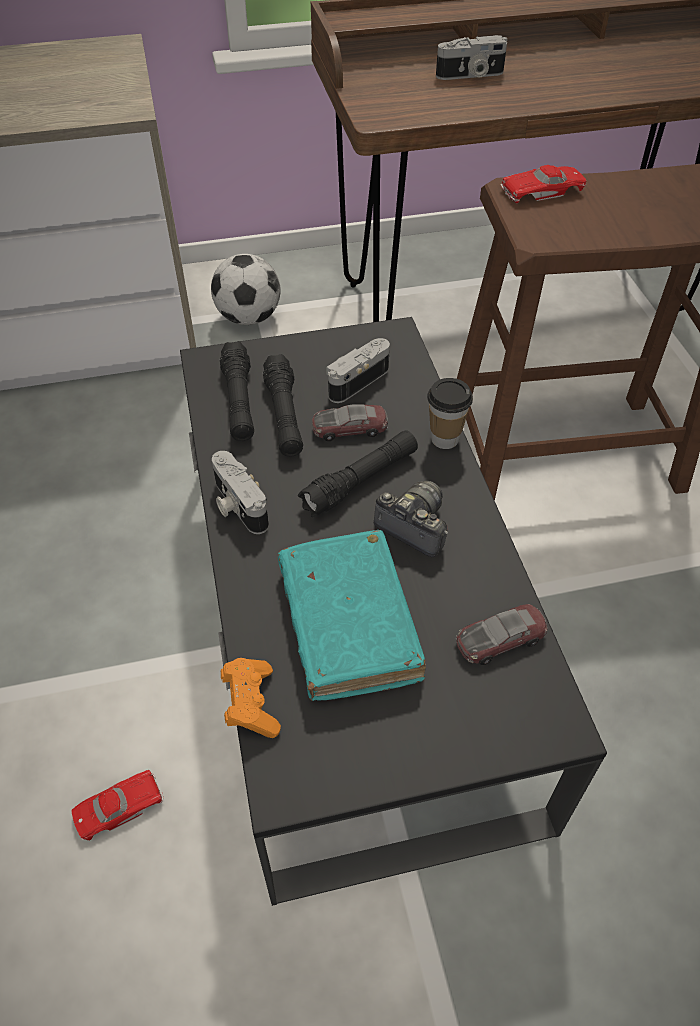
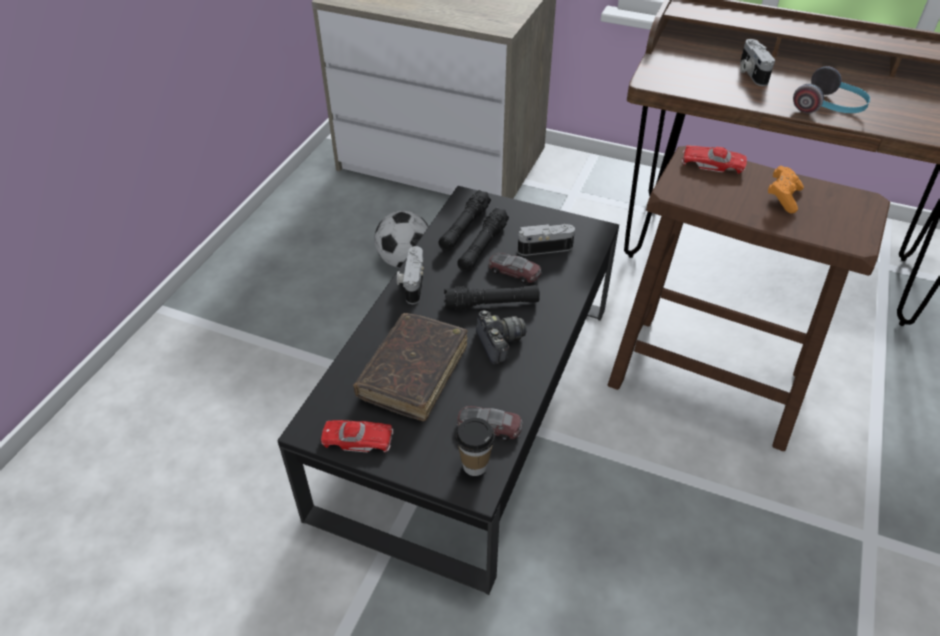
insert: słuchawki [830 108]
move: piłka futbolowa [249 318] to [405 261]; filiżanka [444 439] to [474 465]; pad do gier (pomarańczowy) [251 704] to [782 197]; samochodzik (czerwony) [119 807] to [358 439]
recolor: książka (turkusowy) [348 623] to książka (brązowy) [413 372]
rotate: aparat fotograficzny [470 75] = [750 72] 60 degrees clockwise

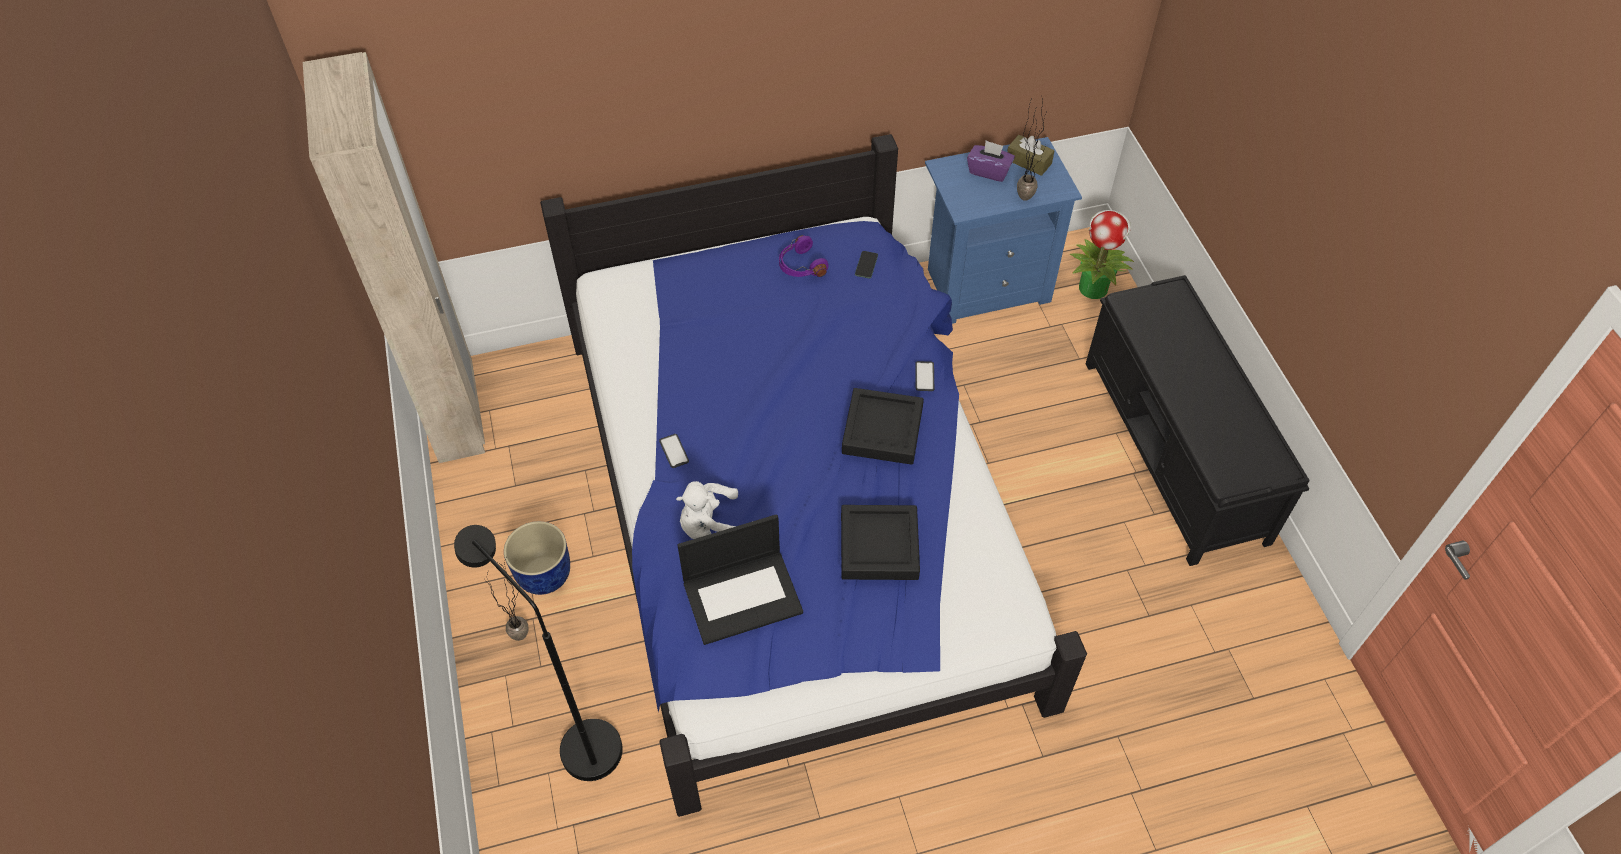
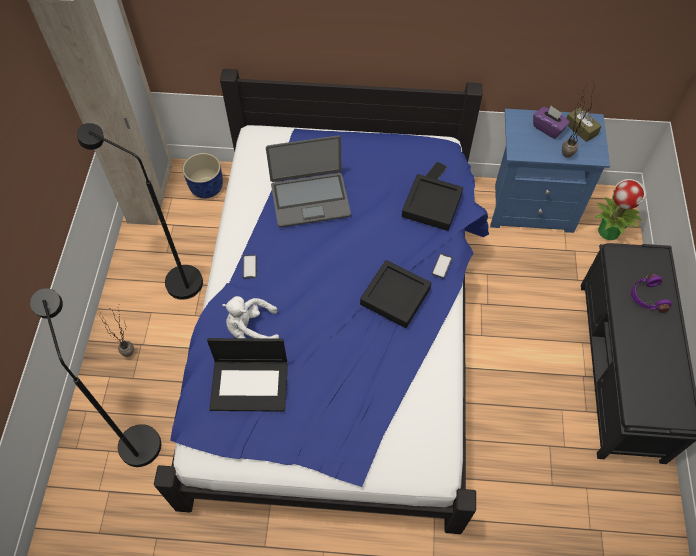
insert: lampa stojąca (czarny) [175 280]; laptop [310 199]
move: słuchawki (fioletowy) [800 266] to [646 297]; taca (czarny) [879 546] to [431 205]; donica (niebieski) [544 573] to [207 187]

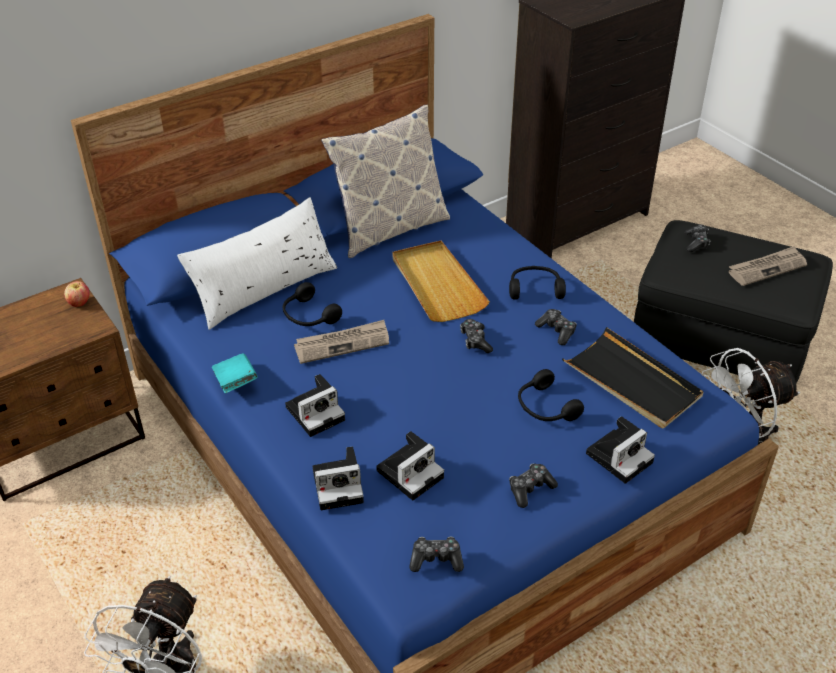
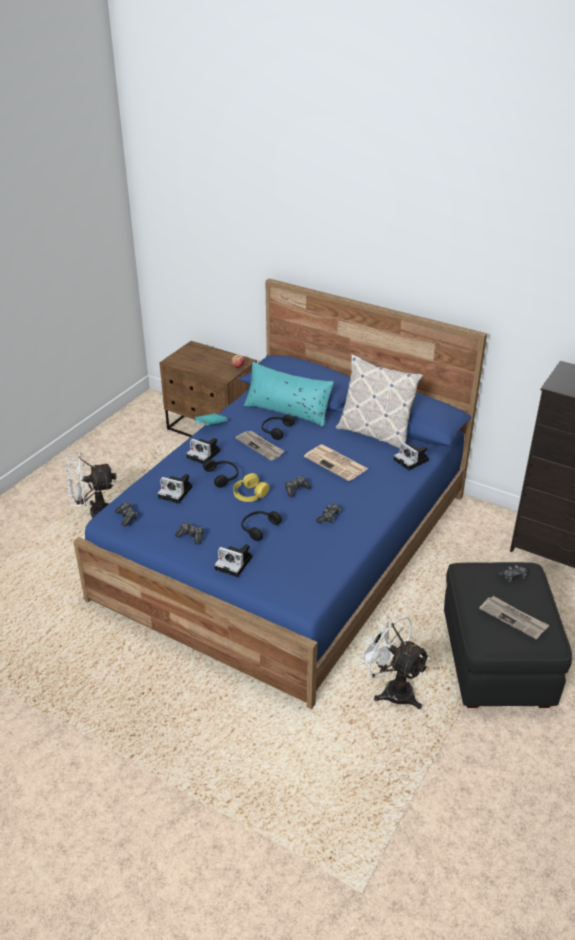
delete: taca (czarny) [632 382]
insert: słuchawki (żółty) [250 493]
move: słuchawki (czarny) [535 289] to [223 476]; aparat fotograficzny [340 485] to [412 460]
replace: taca (beżowy) [437 284] to gazeta [337 463]
recolor: poduszka (biały) [264 288] to poduszka (turkusowy) [287 410]

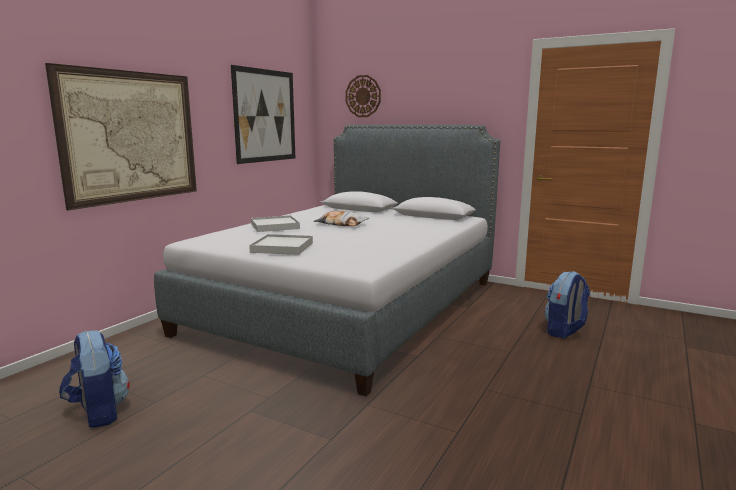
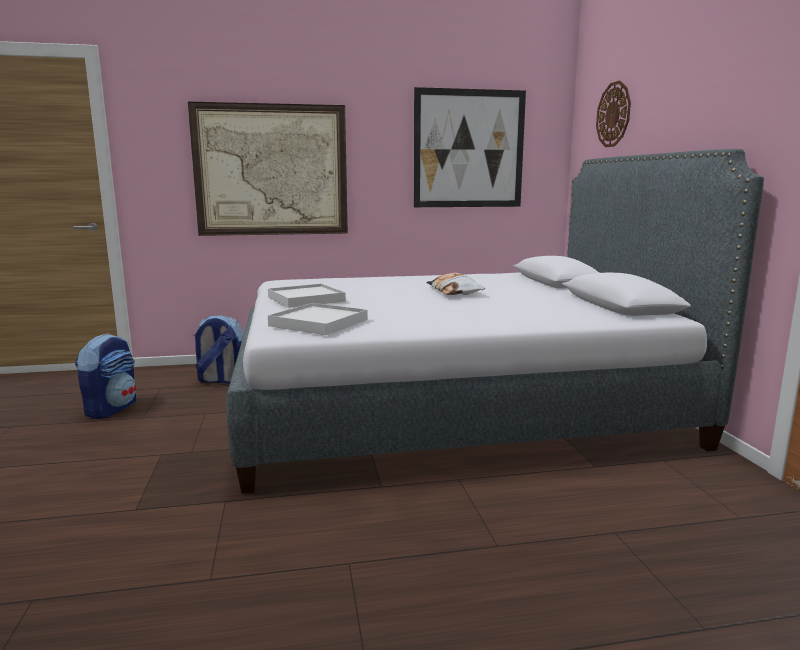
move: taca (biały) [275 226] to [319 323]; plecak [564 331] to [221 380]

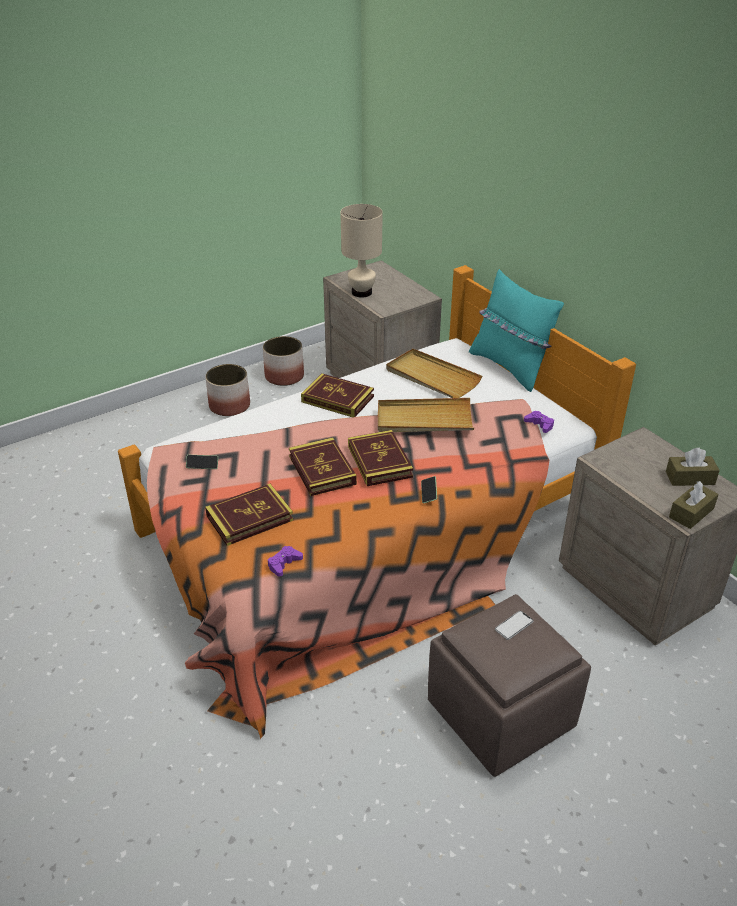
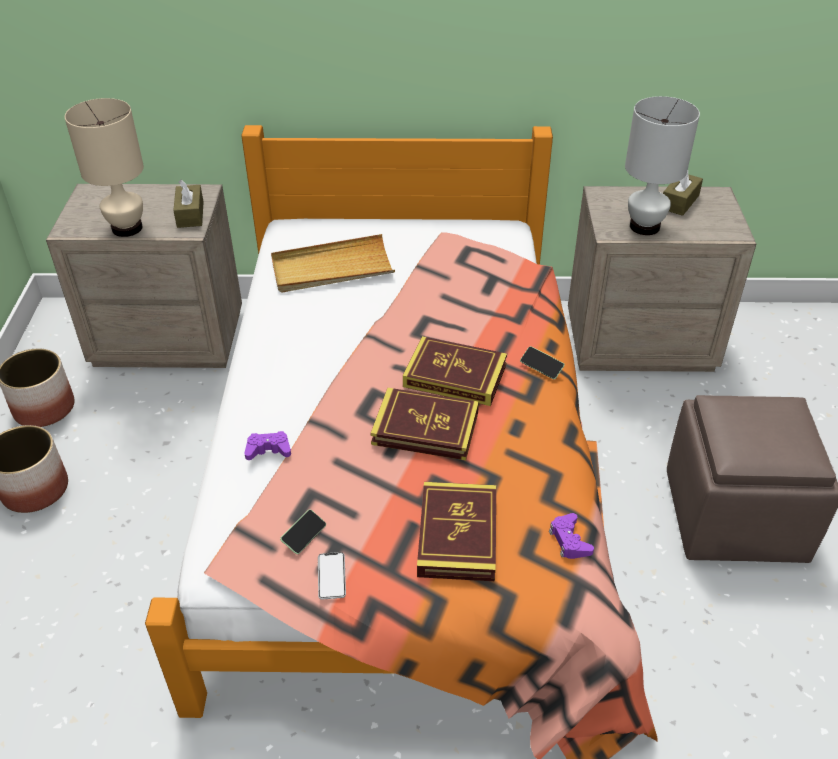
delete: poduszka (turkusowy) [510 367]; książka [337 399]; taca (beżowy) [424 419]
insert: lampa stołowa (biały) [644 226]
move: pad do gier (fioletowy) [539 425] to [268 450]; pudełko chusteczek (brązowy) [691 513] to [190 214]; telefon [514 625] to [331 576]

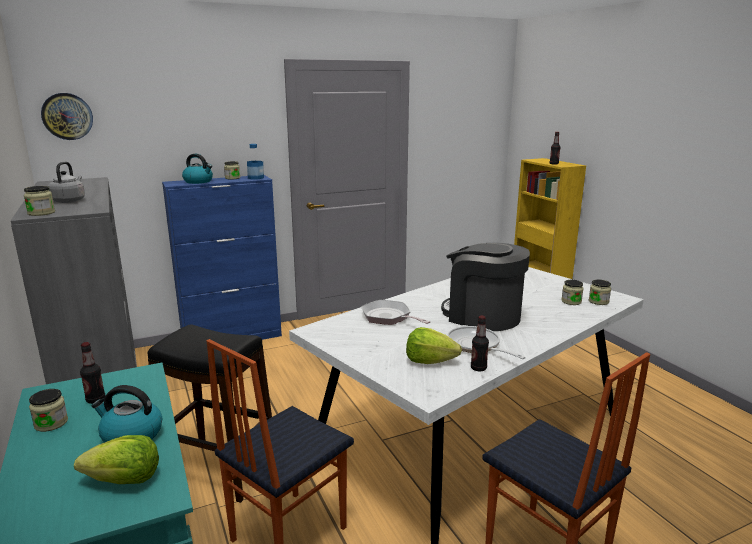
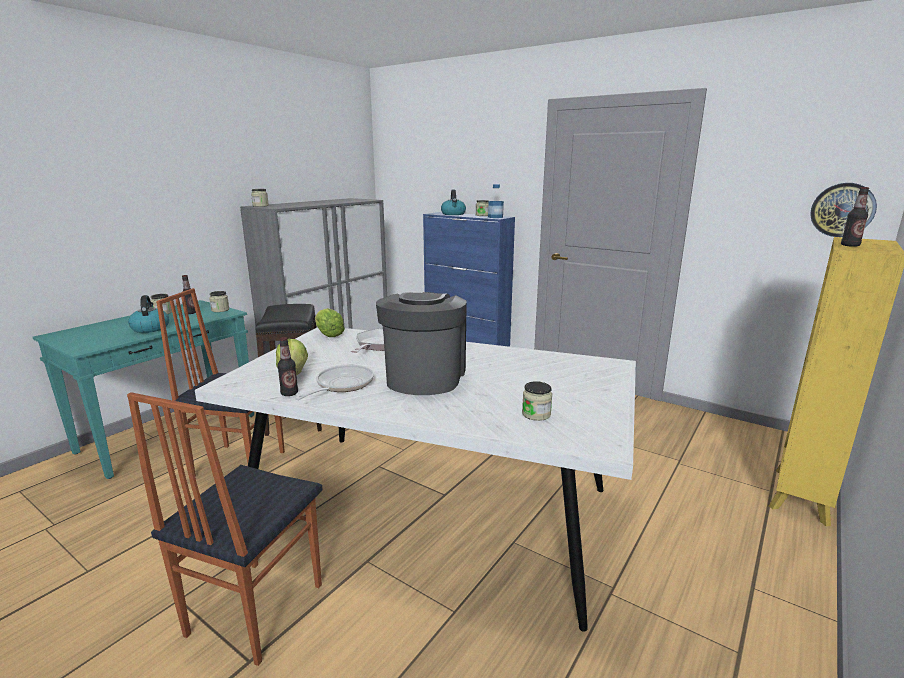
delete: czajnik (szary) [69 201]
move: zegar ścienny [67 116] to [842 210]; słoik [598 301] to [220 310]; sałata [124 480] to [328 334]

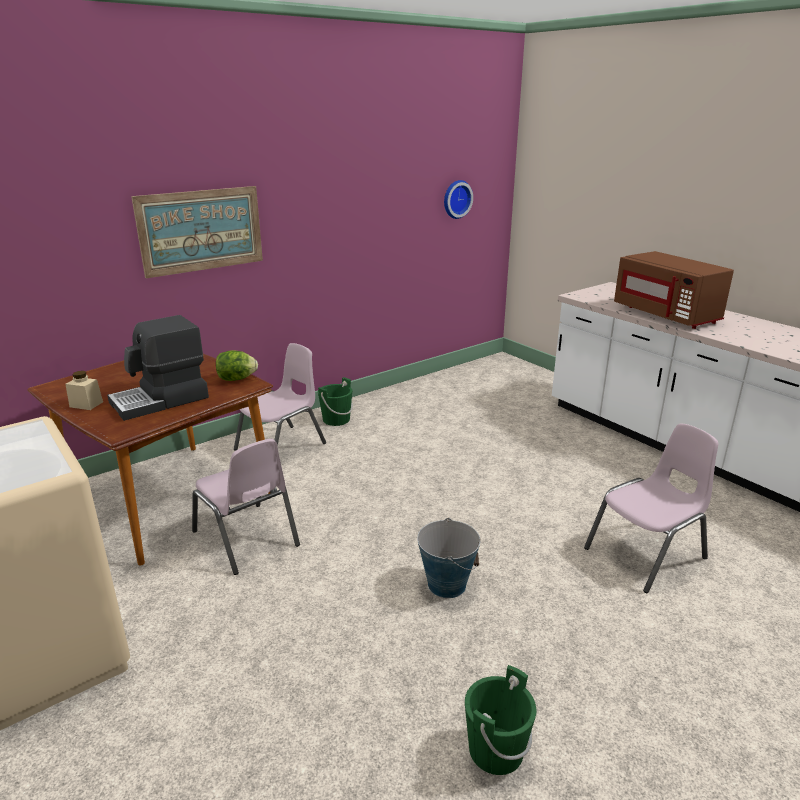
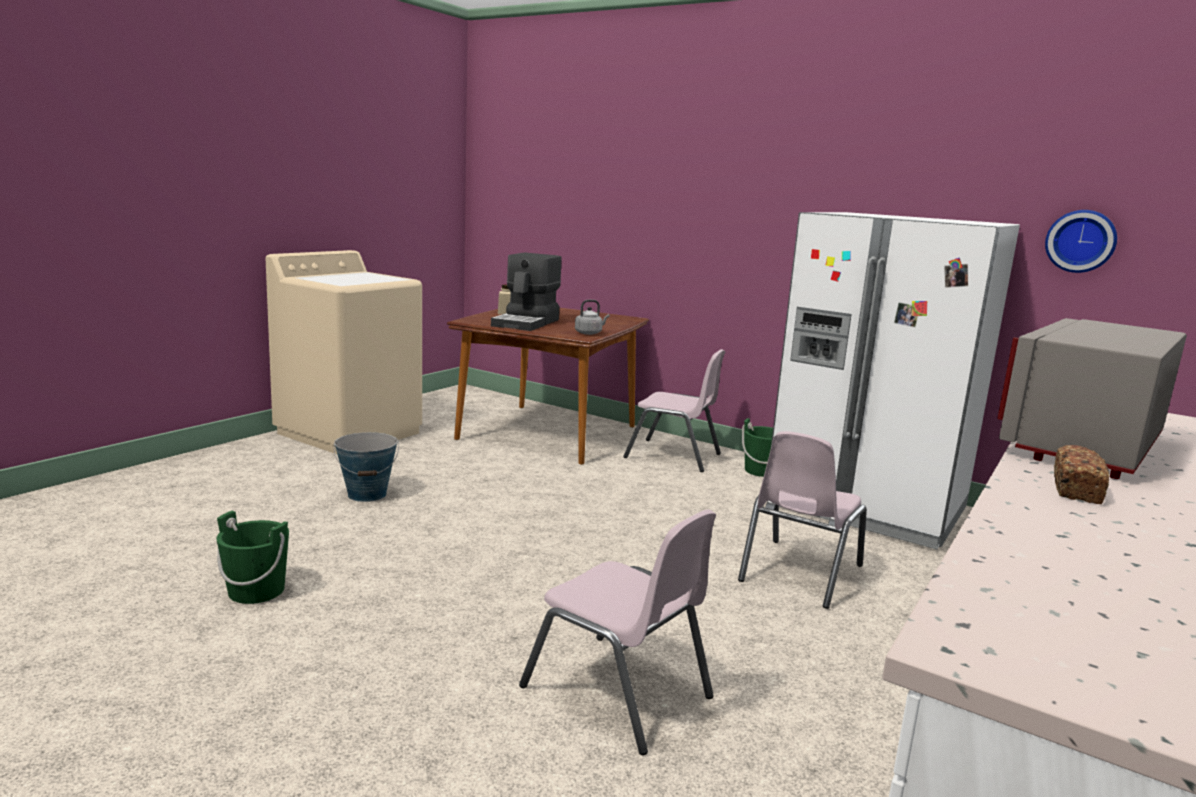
delete: obraz [201 230]
insert: lodówka (biały) [867 506]; chleb [1076 490]
move: krzesło (różowy) [246 538] to [799 573]; wiadro [447 584] to [367 494]
replace: sałata [236 379] to czajnik (szary) [589 333]
recolor: mikrofalówka (brązowy) [666 315] to mikrofalówka (szary) [1083 446]
rotate: ekspres do kawy [161 400] = [527 323] 105 degrees counterclockwise

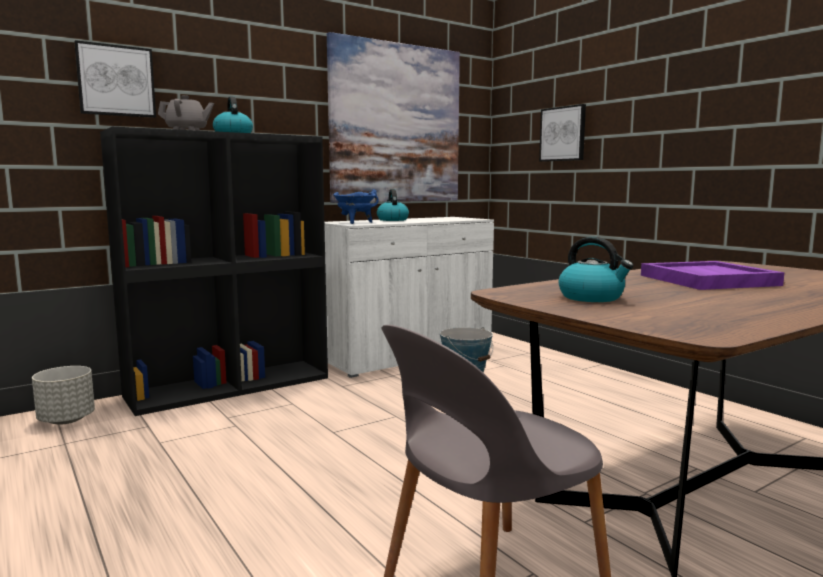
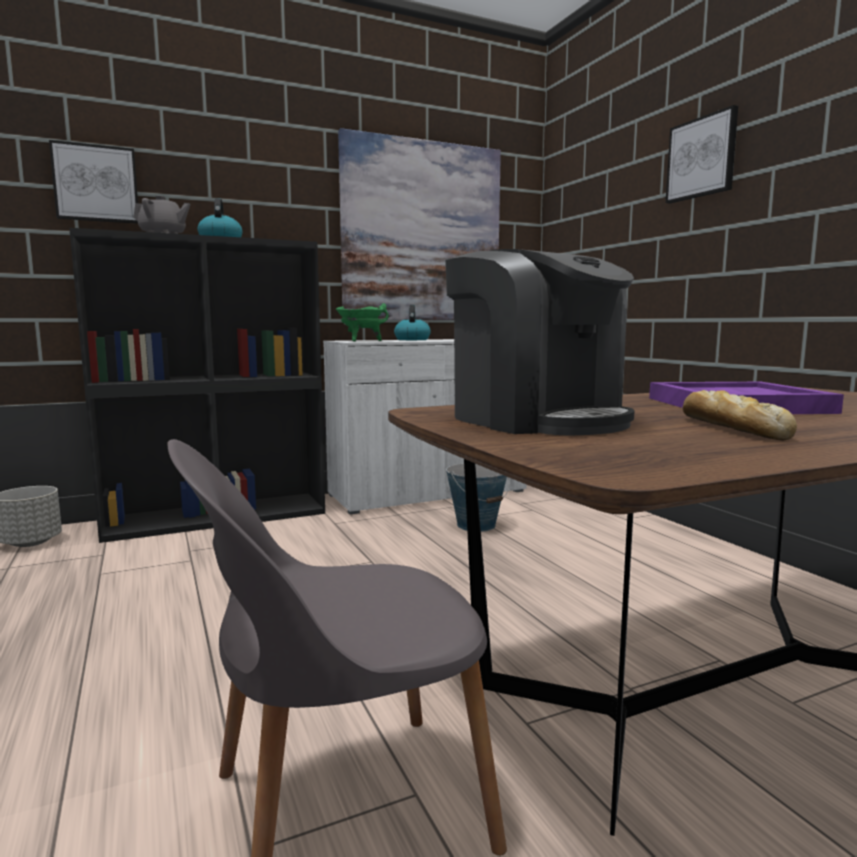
insert: chleb [730 428]
move: obraz [563 134] to [702 157]
replace: czajnik [592 297] to ekspres do kawy [536 419]
recolor: garnek (niebieski) [355 223] to garnek (zielony) [361 341]

